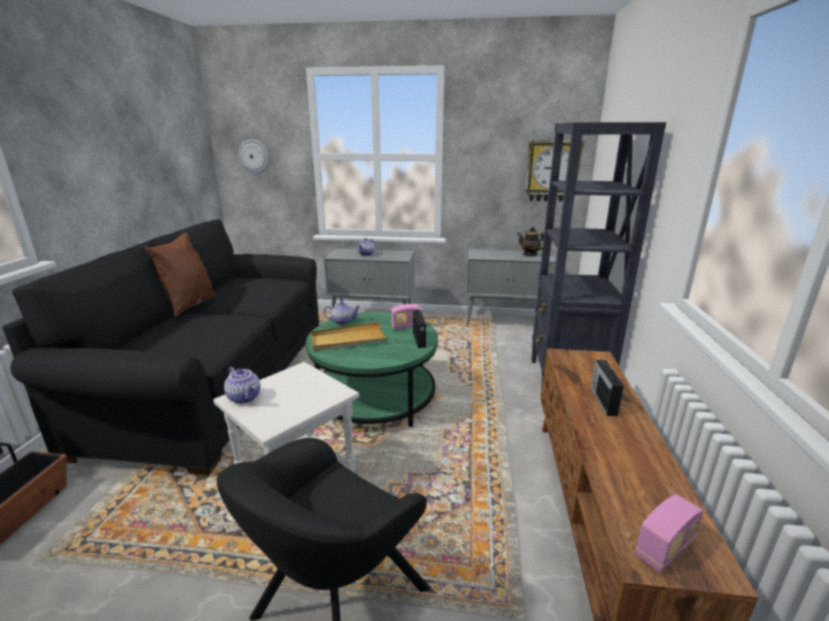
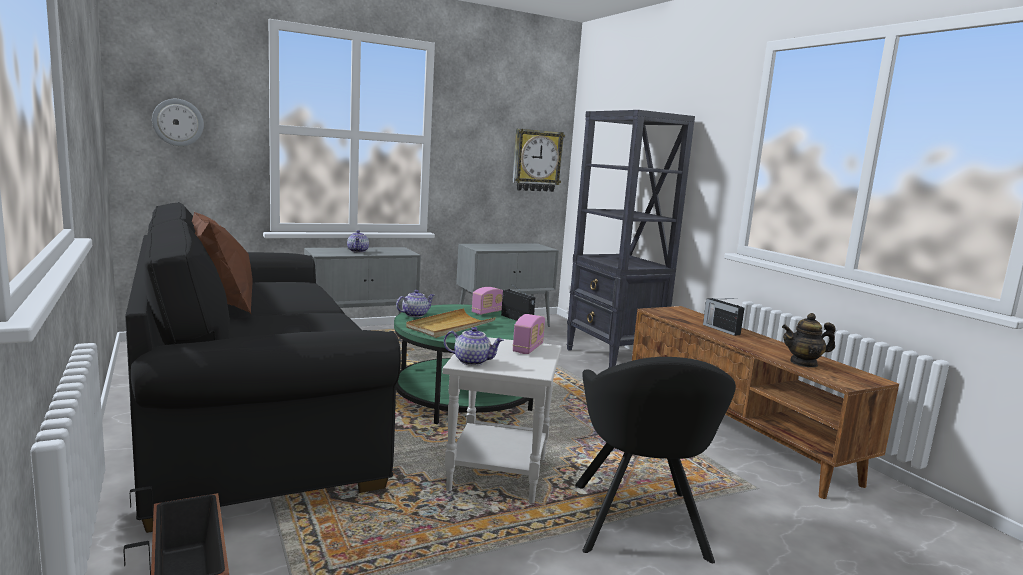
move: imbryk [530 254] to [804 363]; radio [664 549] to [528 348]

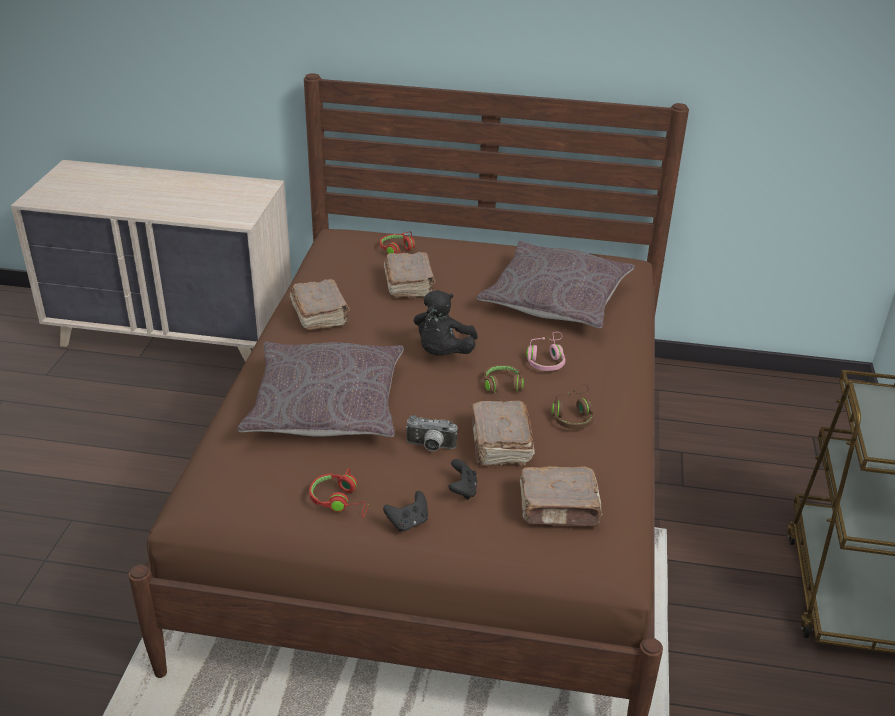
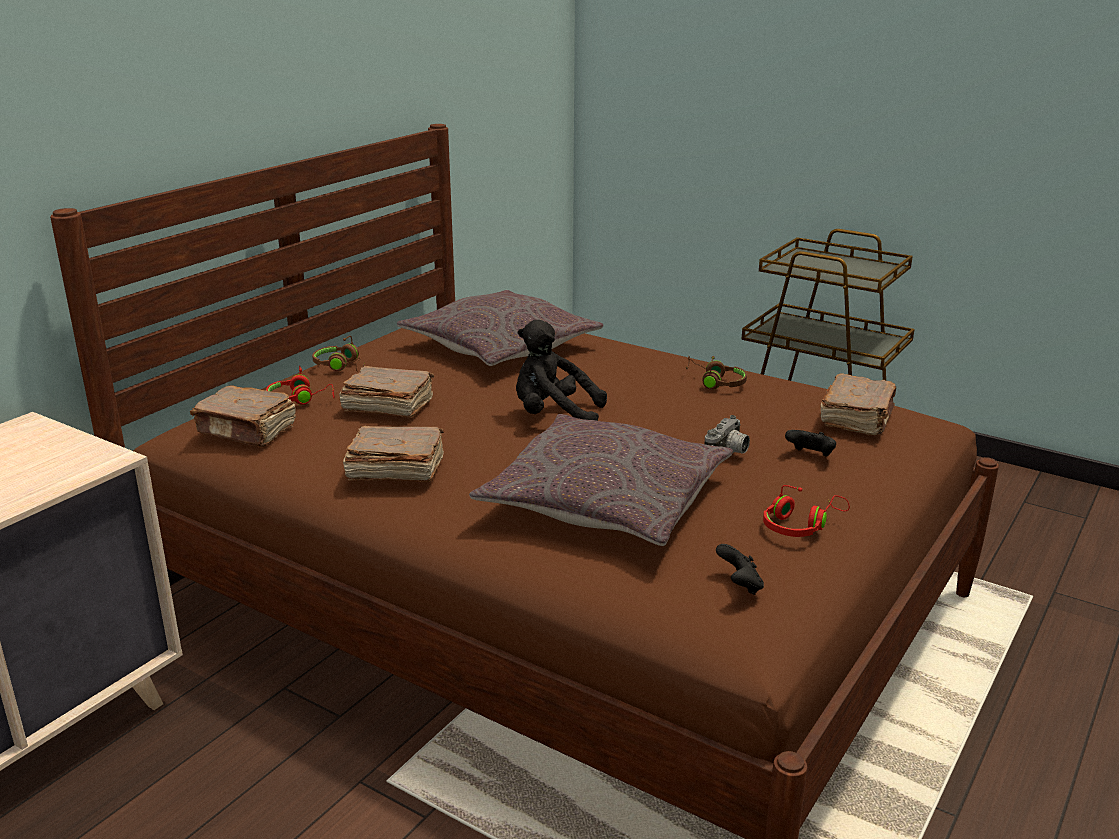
delete: słuchawki (różowy) [546 359]
move: słuchawki (brązowy) [501 389] to [341 366]; książka (brązowy) [500 444] to [247 431]; pad do gier (czarny) [408 522] to [739 585]
rotate: pluszak (czarny) [443 353] = [554 416] 150 degrees clockwise

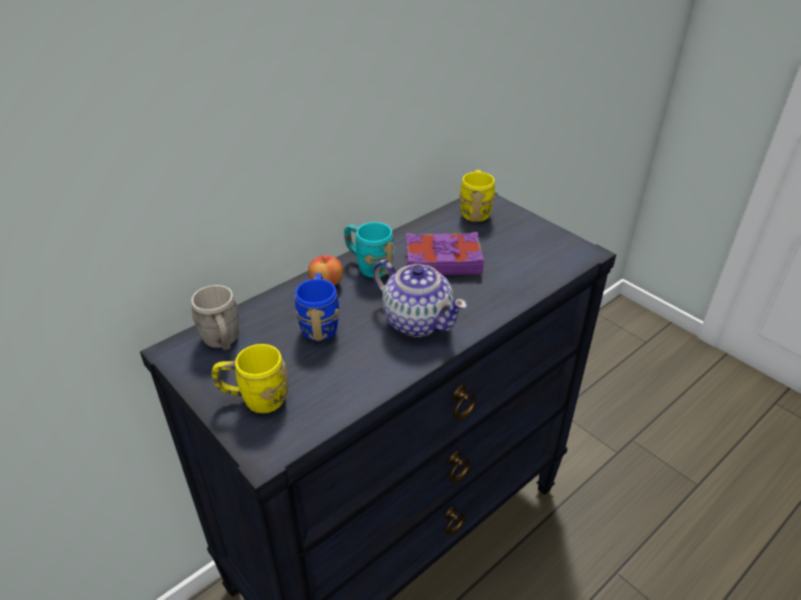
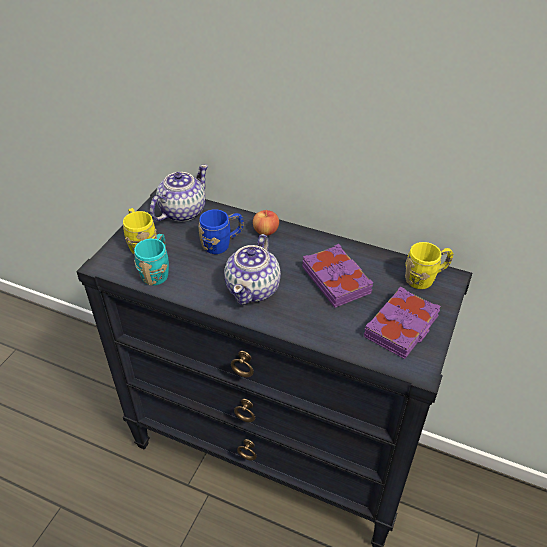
insert: książka (fioletowy) [402 327]
move: kubek (turkusowy) [368 266] to [157 271]
replace: kubek (szary) [223 342] to imbryk [182 212]

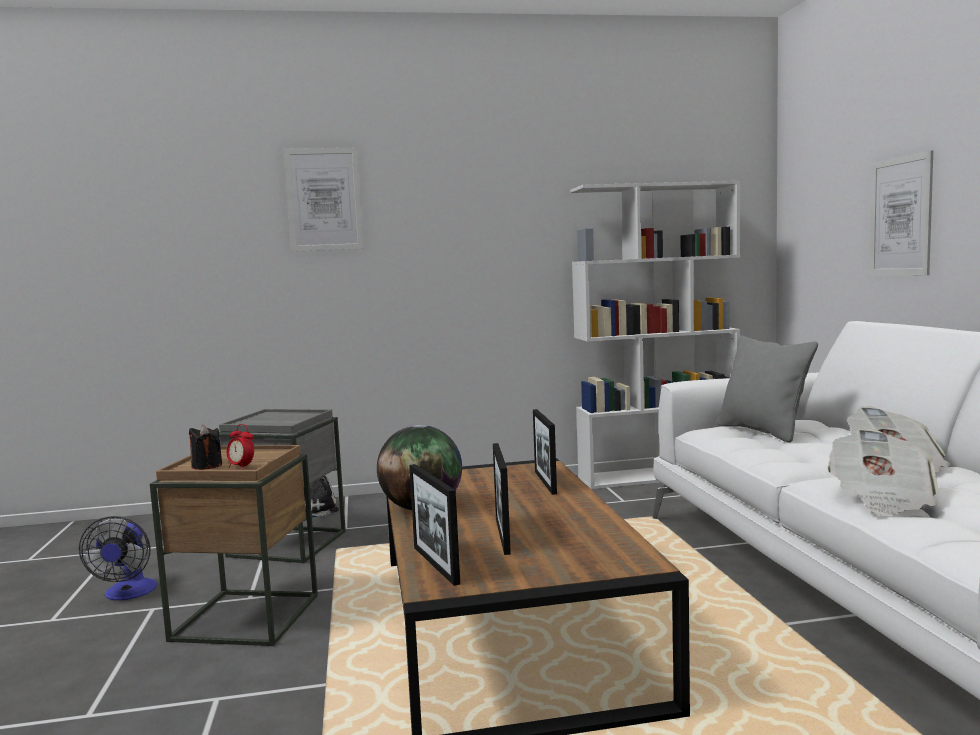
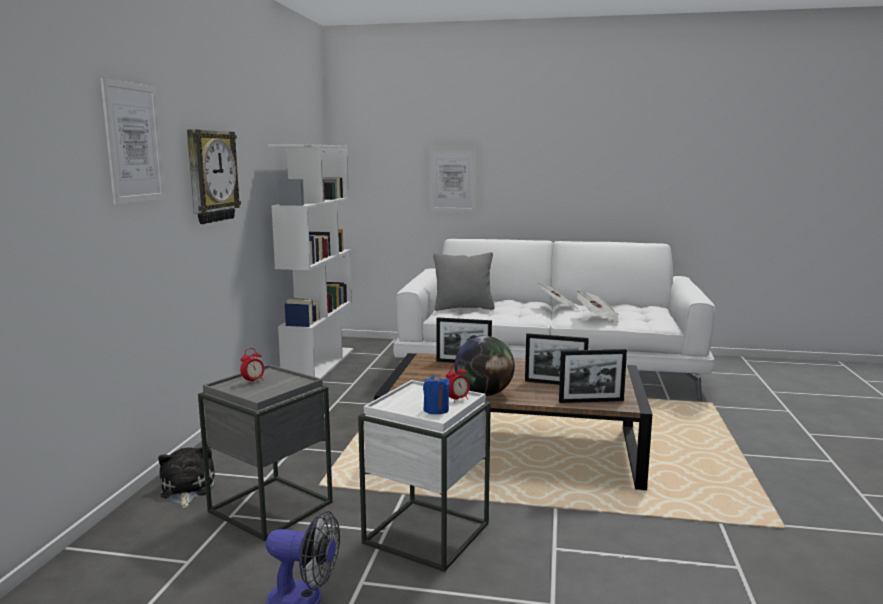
insert: zegar ścienny [211 176]; budzik [253 381]
recolor: świeca (czarny) [207 466] to świeca (niebieski) [436 410]; stolik (brązowy) [247 617] to stolik (biały) [426 533]

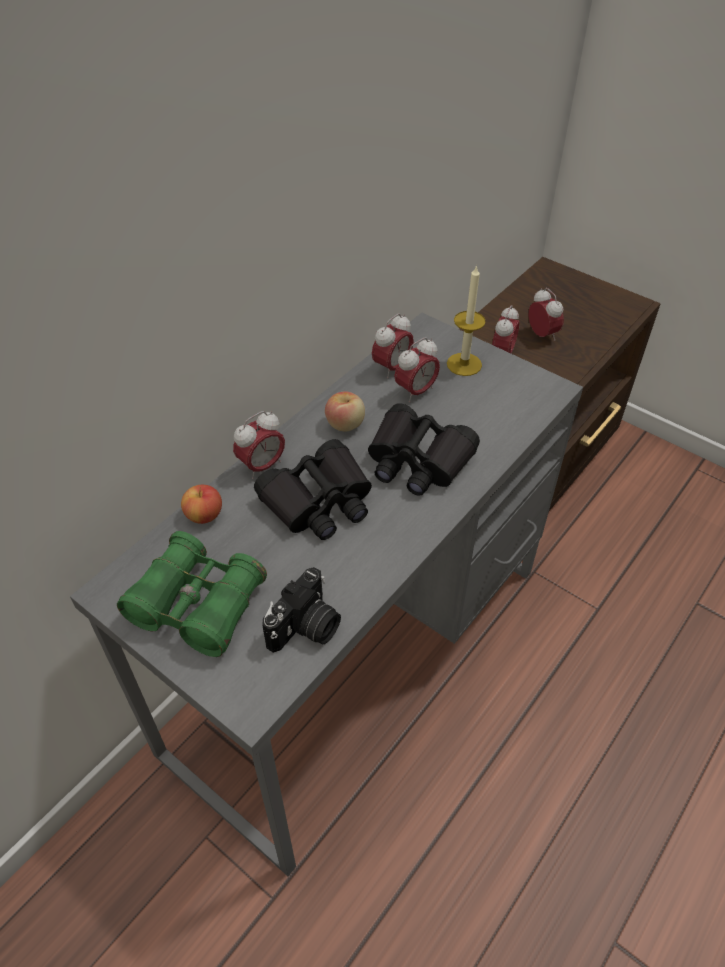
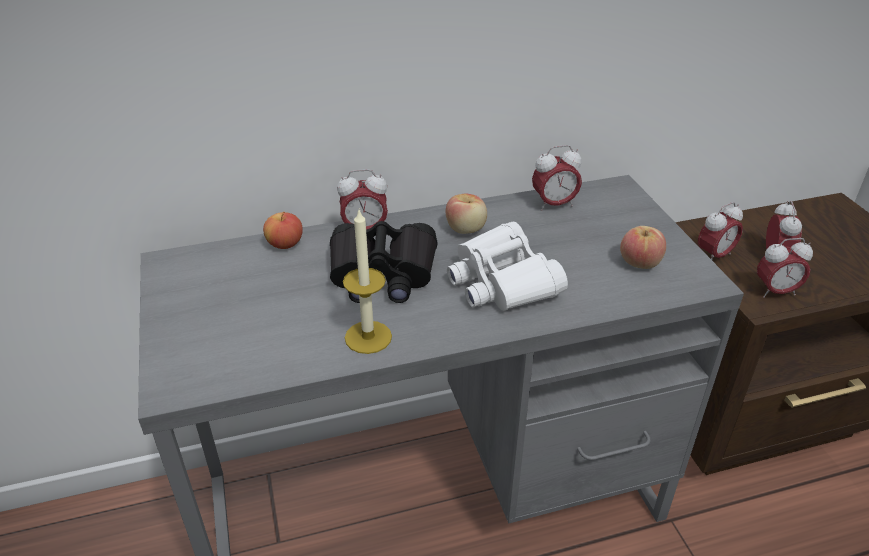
delete: lornetka (zielony) [197 605]; aparat fotograficzny [306 628]
insert: jabłko [639 263]
move: świeca [464 364] to [368 337]; budzik [416 391] to [775 292]
recolor: lornetka (czarny) [417 461] to lornetka (biały) [501 282]

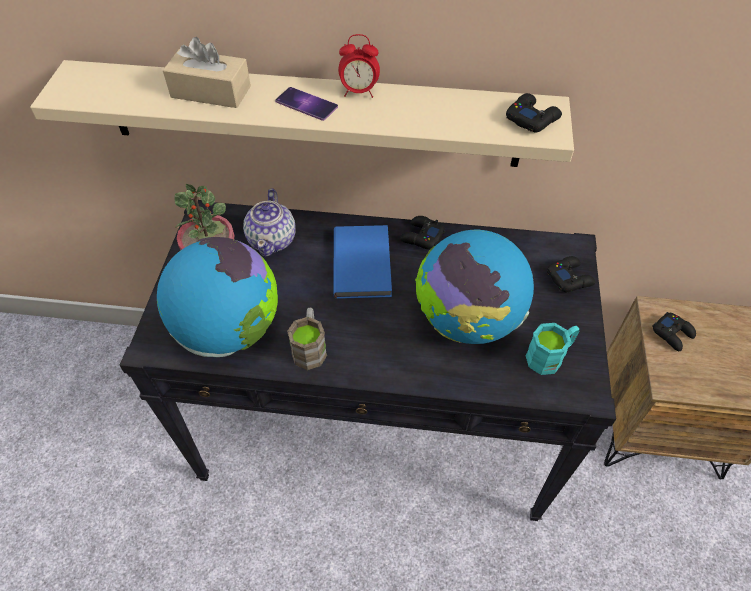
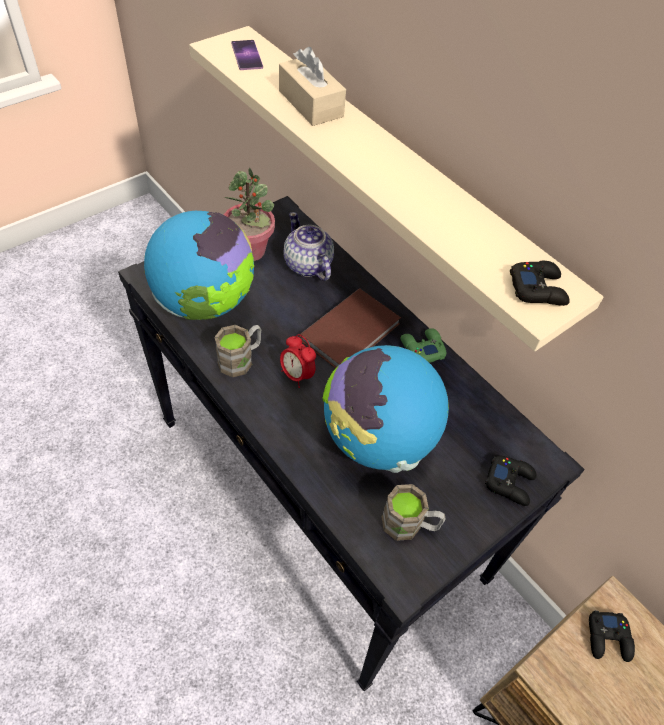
move: budzik [359 92] to [297 375]; telefon [306 104] to [247 55]
recolor: pad do gier (czarny) [421 237] to pad do gier (zielony) [422 349]; książka (niebieski) [364 262] to książka (brązowy) [352 332]; kubek (turkusowy) [550 356] to kubek (brązowy) [409 524]
rotate: imbryk [272 240] = [307 265] 105 degrees clockwise

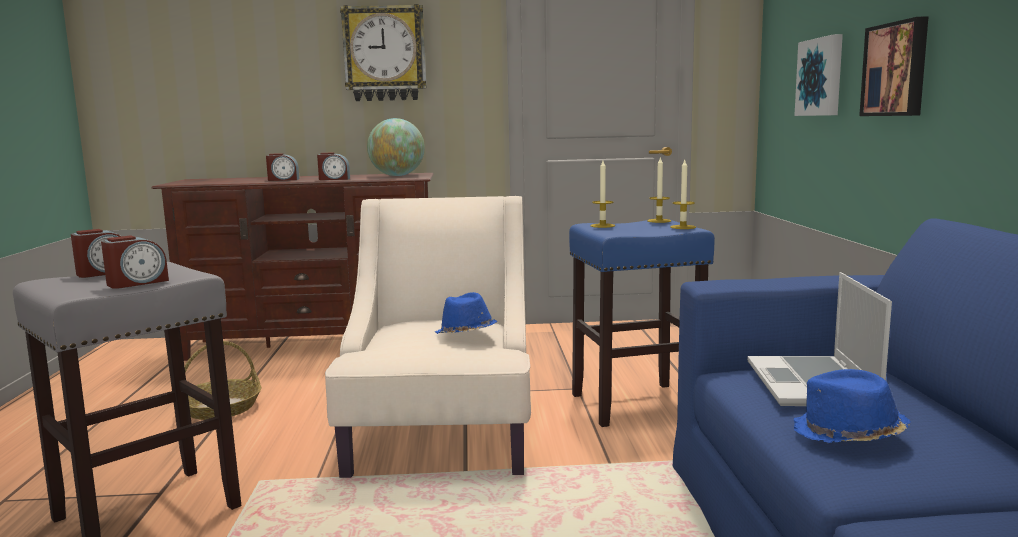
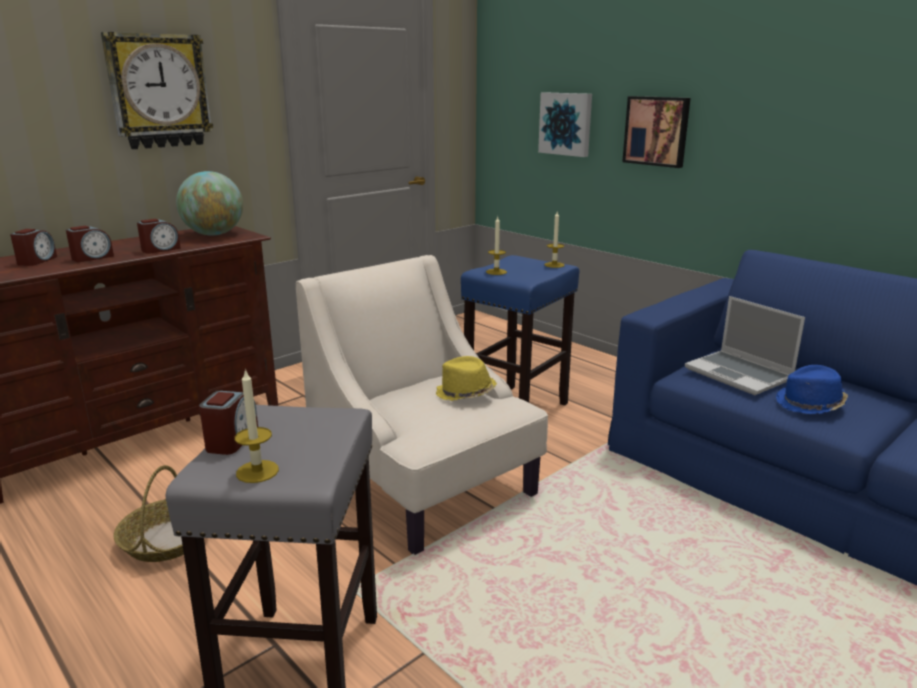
move: świeca [659 221] to [257 471]; budzik [137 283] to [37 261]
recolor: kapelusz (niebieski) [466 334] to kapelusz (żółty) [465 394]

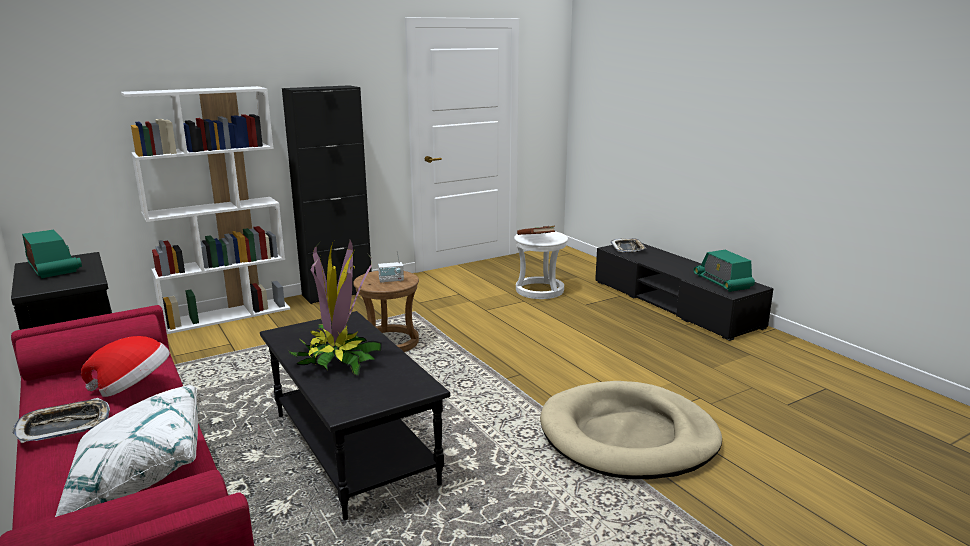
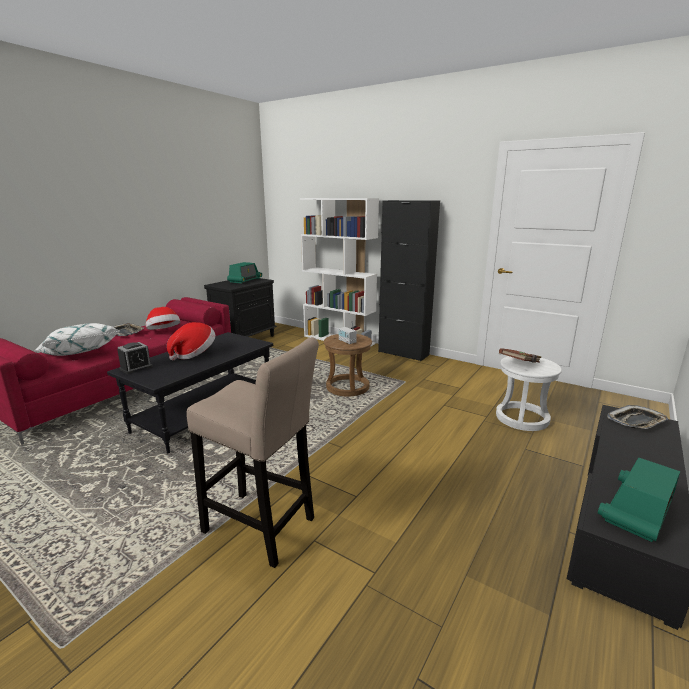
insert: budzik [136 368]
replace: roślina doniczkowa [337 359] to kapelusz [194 354]; legowisko (beżowy) [628 436] to stołek (beżowy) [263 528]

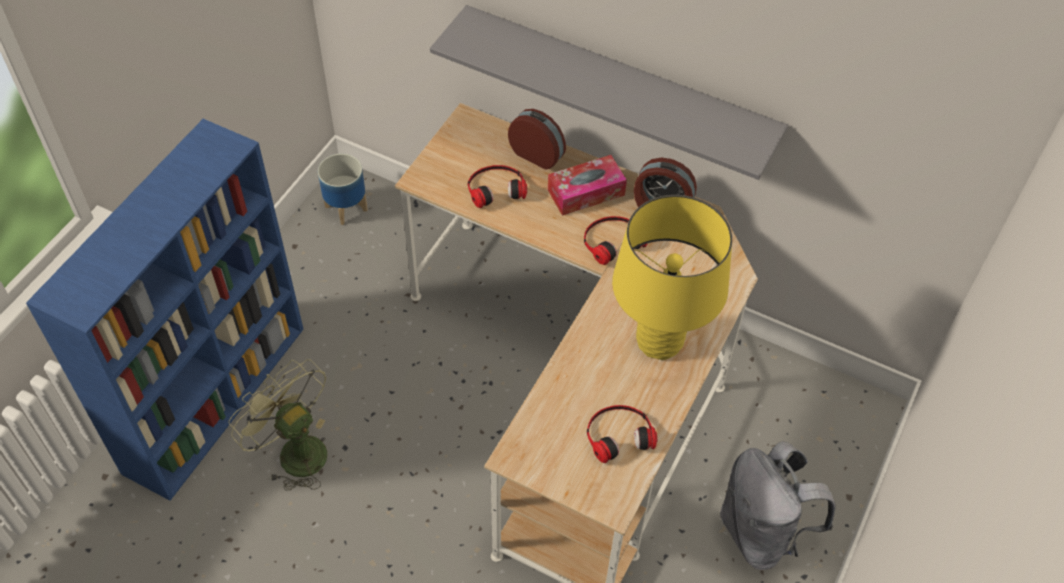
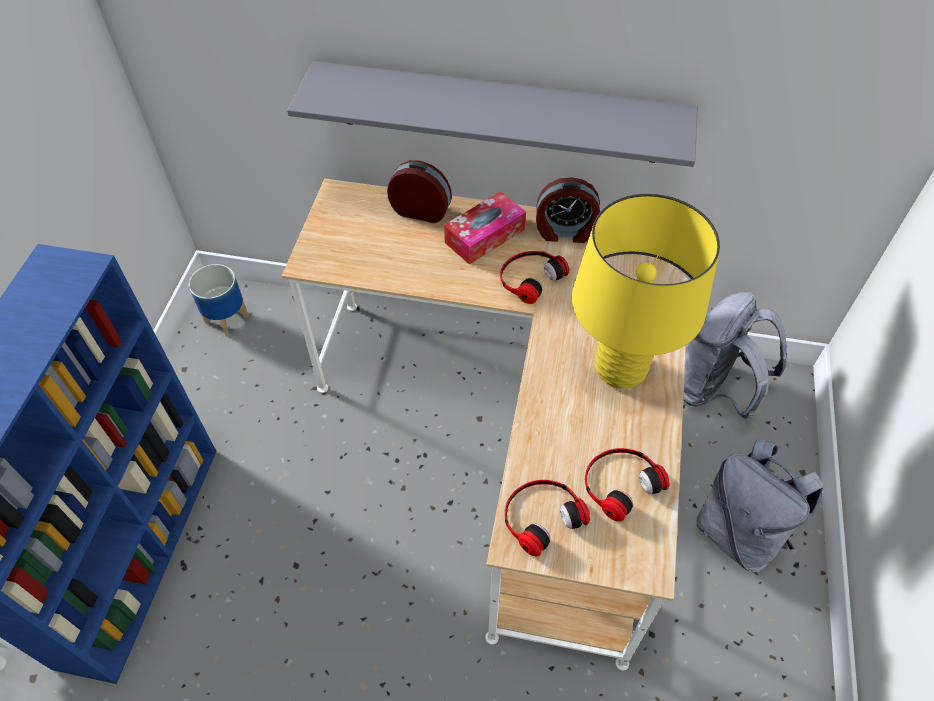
delete: wentylator (zielony) [294 451]
insert: plecak (szary) [714 391]
move: słuchawki [495 188] to [541 515]

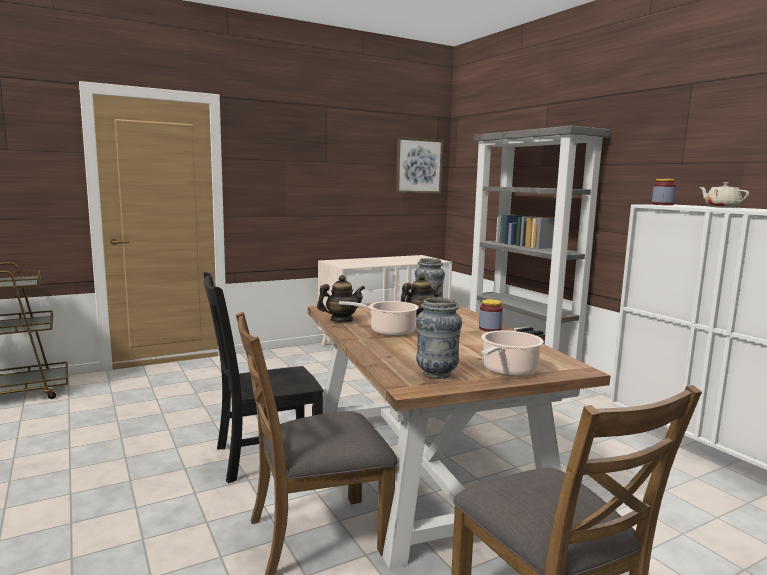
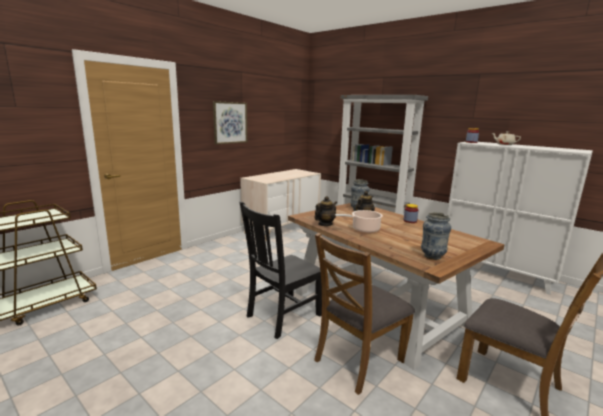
delete: garnek [508 371]
move: obraz [418 166] to [230 122]

